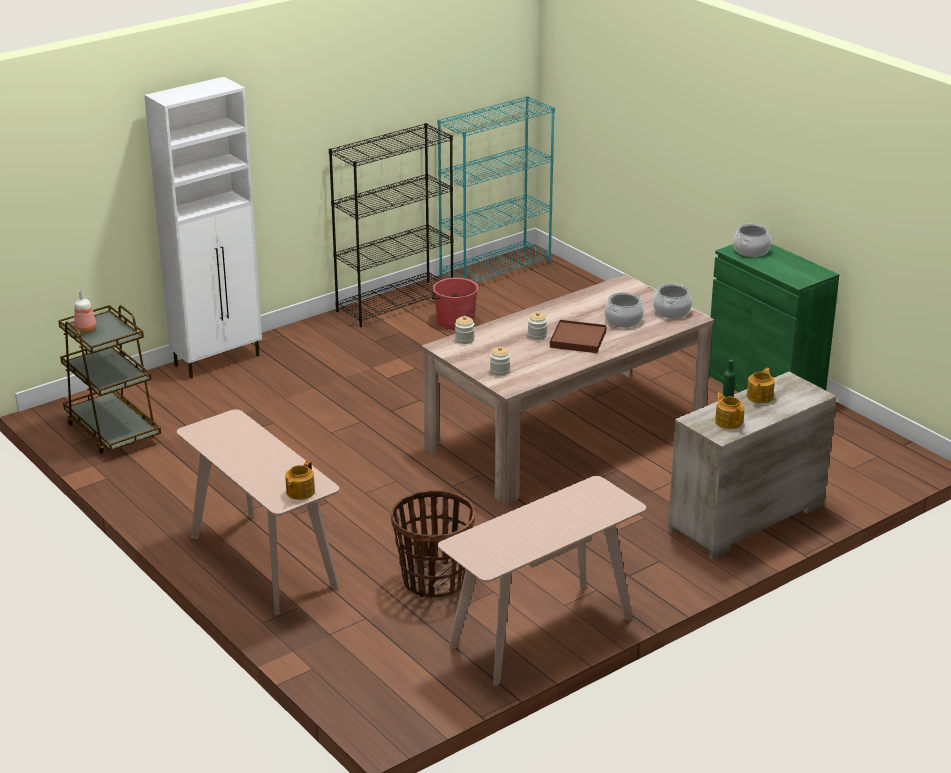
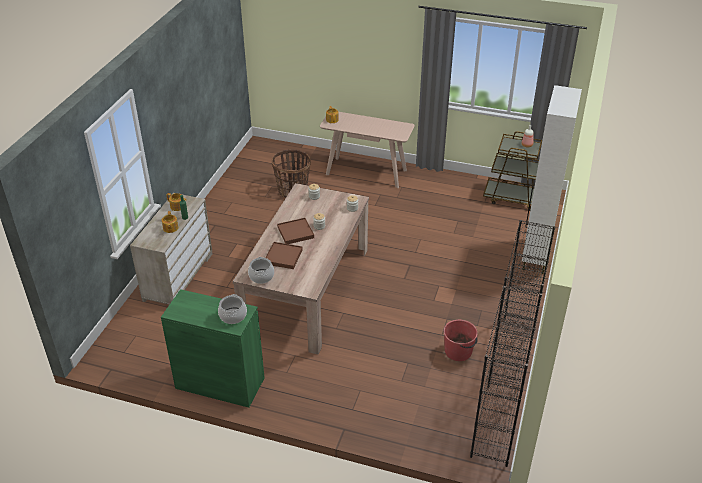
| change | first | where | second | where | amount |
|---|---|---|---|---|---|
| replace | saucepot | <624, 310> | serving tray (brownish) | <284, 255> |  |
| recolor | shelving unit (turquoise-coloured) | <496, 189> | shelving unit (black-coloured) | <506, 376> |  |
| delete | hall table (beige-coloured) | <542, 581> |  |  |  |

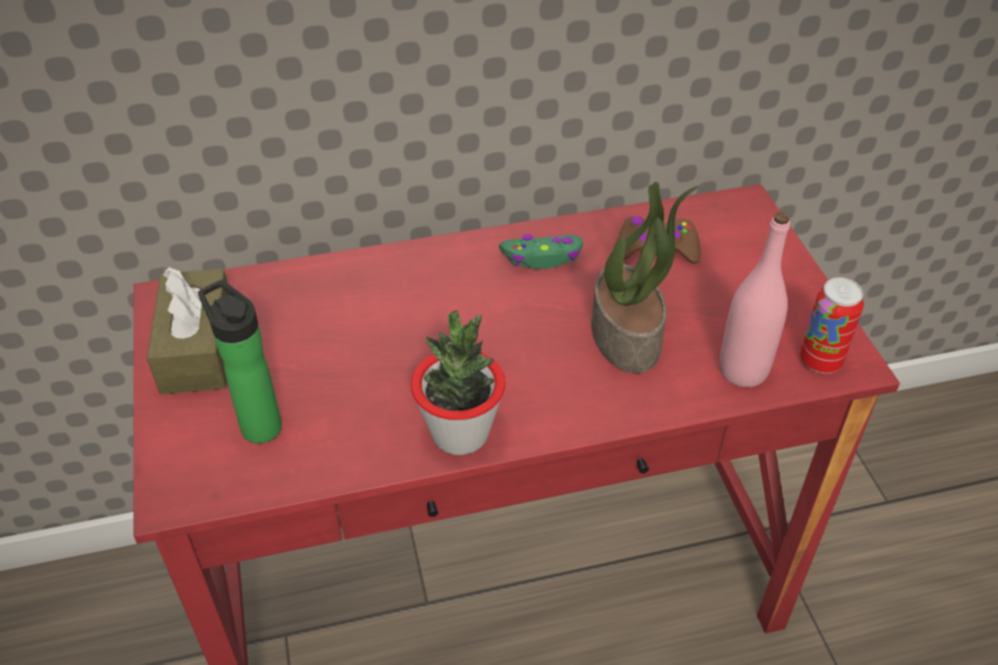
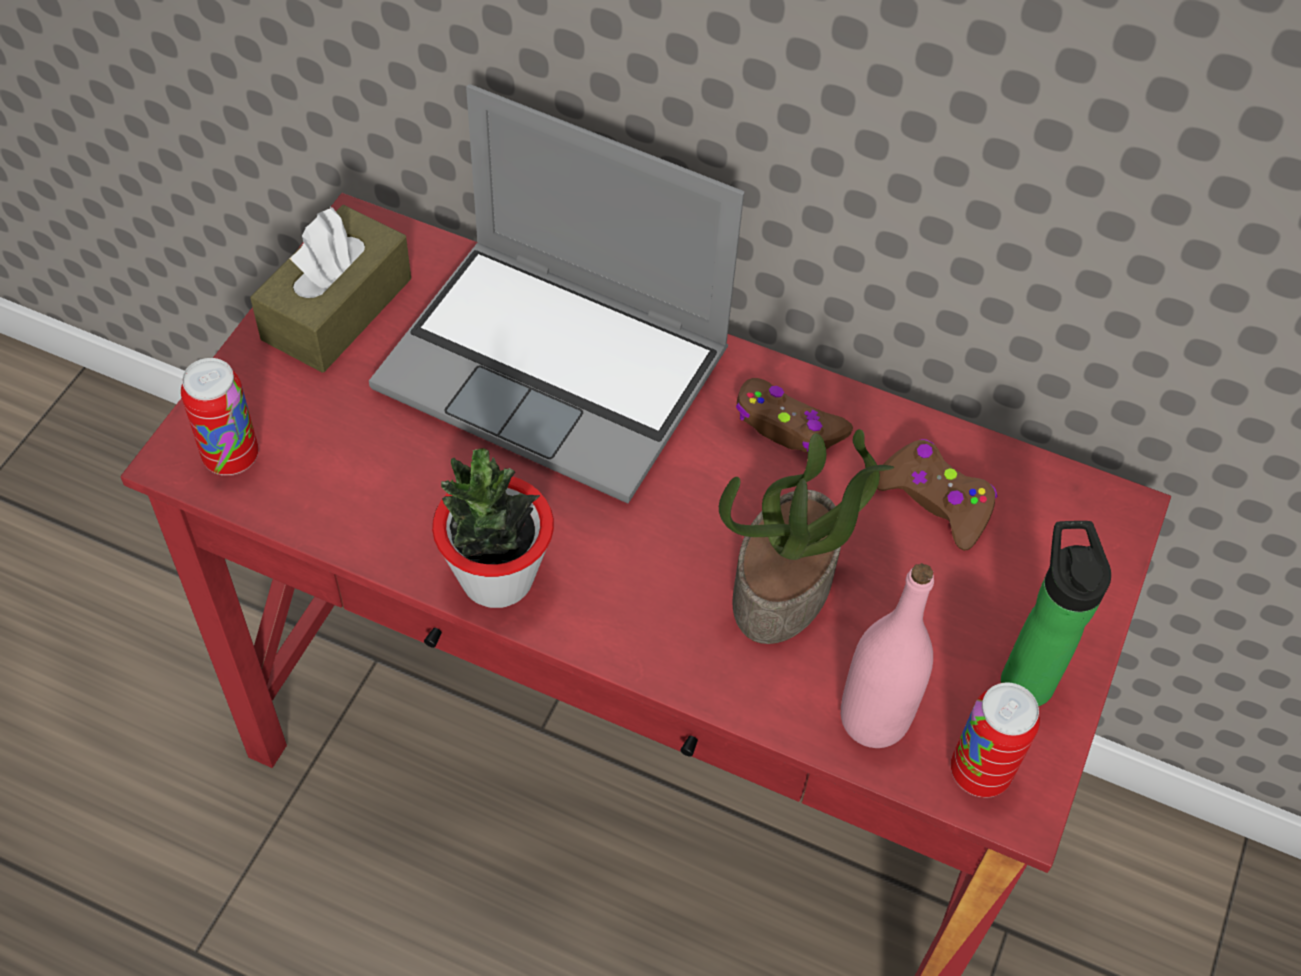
| change | first | where | second | where | amount |
|---|---|---|---|---|---|
| insert |  |  | metal can | <219, 417> |  |
| insert |  |  | notebook computer | <556, 294> |  |
| recolor | gamepad (green) | <541, 251> | gamepad (brownish) | <794, 415> |  |
| move | beverage bottle | <240, 361> |  | <1056, 613> |  |

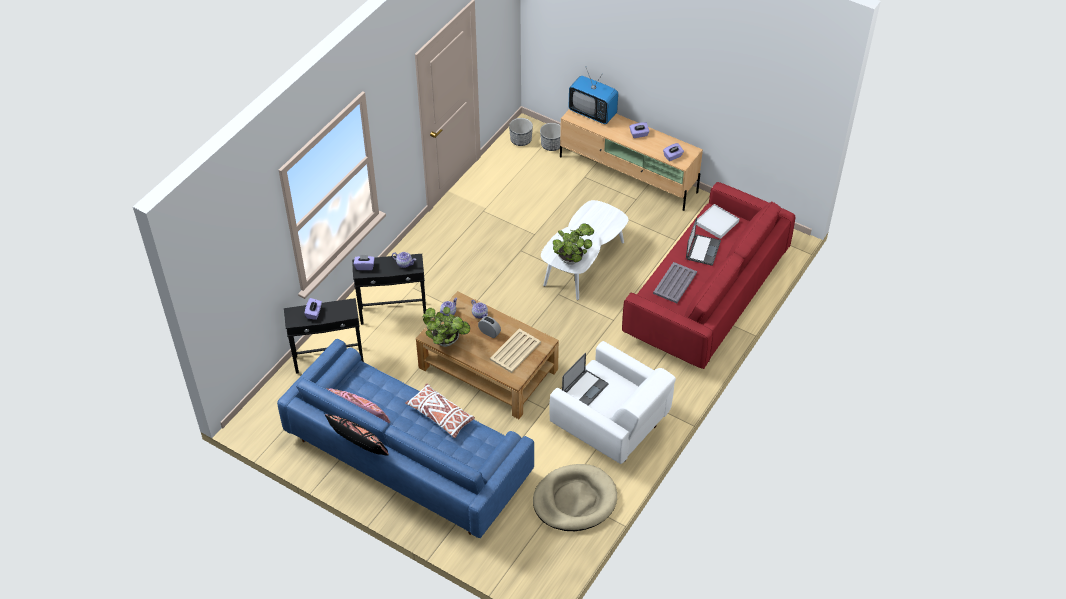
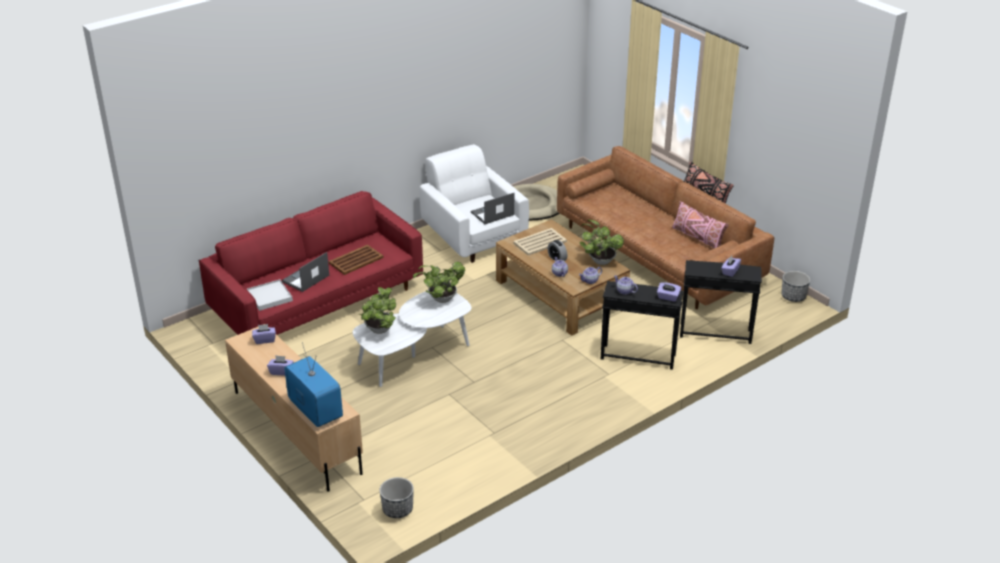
| change | first | where | second | where | amount |
|---|---|---|---|---|---|
| recolor | serving tray (gray) | <675, 282> | serving tray (brownish) | <356, 260> |  |
| insert |  |  | plant in a pot | <377, 310> |  |
| recolor | sofa (bluish) | <405, 438> | sofa (brownish) | <665, 227> |  |
| move | flower pot | <550, 137> |  | <795, 286> |  |
| delete | throw pillow (white-coloured) | <440, 411> |  |  |  |

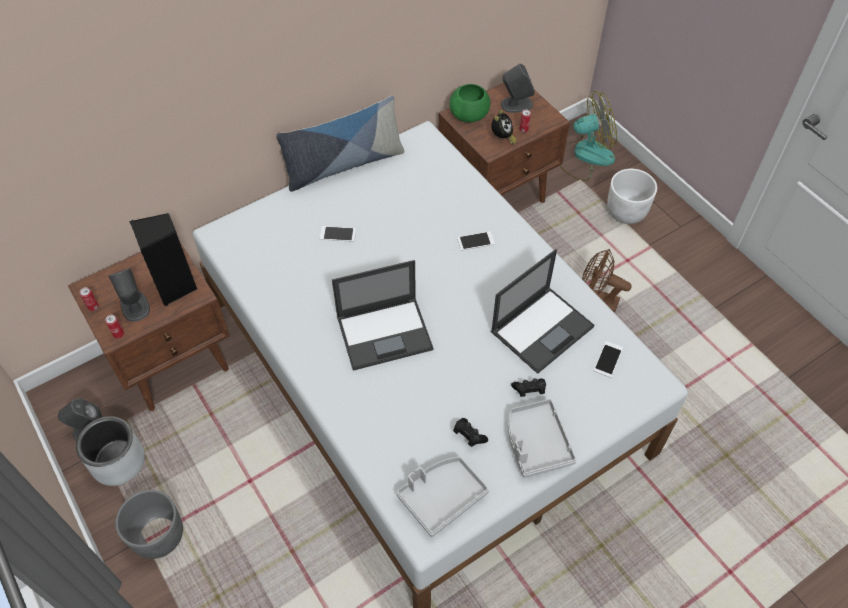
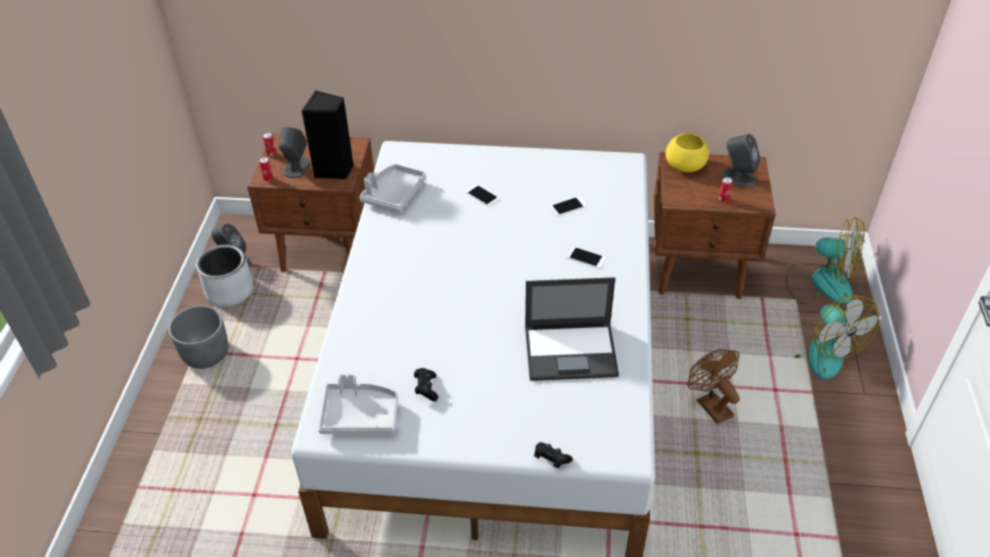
| change | first | where | second | where | amount |
|---|---|---|---|---|---|
| move | serving tray (gray) | <542, 438> |  | <392, 188> |  |
| move | gamepad (black-coloured) | <528, 387> |  | <553, 455> |  |
| move | telephone | <608, 359> |  | <568, 206> |  |
| recolor | deep dish (green) | <470, 103> | deep dish (yellow-coloured) | <687, 152> |  |
| replace | flower pot (white-coloured) | <632, 196> | cooling fan | <837, 337> |  |
| delete | throw pillow | <340, 144> |  |  |  |
| delete | notebook computer | <383, 315> |  |  |  |
| delete | table clock | <504, 127> |  |  |  |

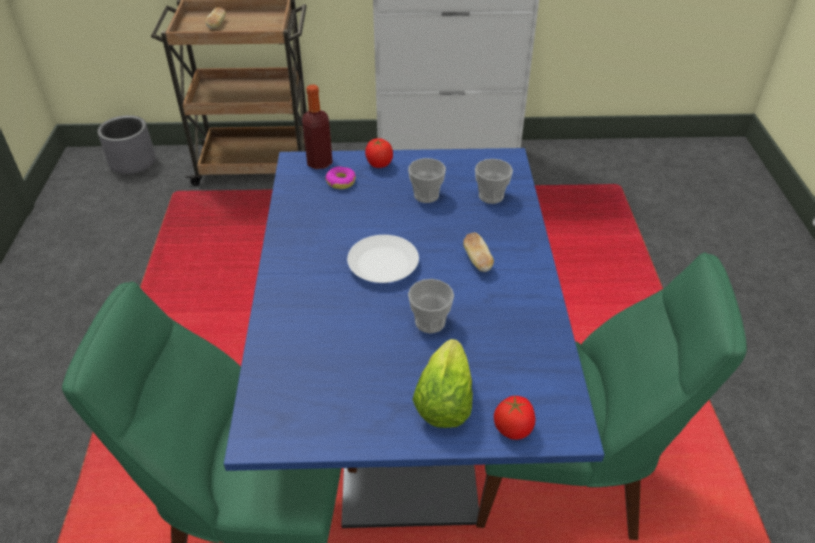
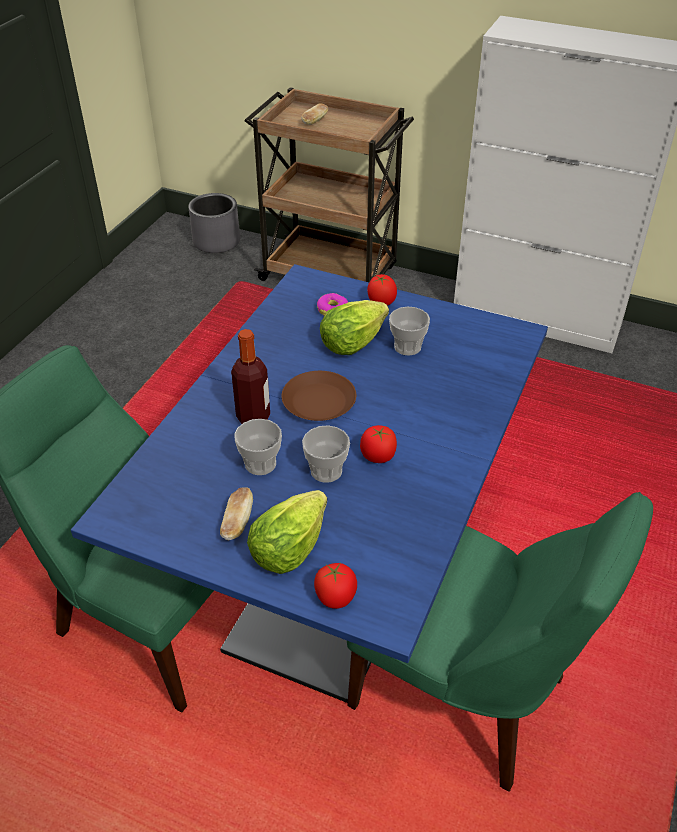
| change | first | where | second | where | amount |
|---|---|---|---|---|---|
| move | bread | <478, 252> |  | <236, 513> |  |
| move | beverage bottle | <317, 127> |  | <250, 376> |  |
| move | drinking cup | <494, 181> |  | <258, 447> |  |
| recolor | dinner plate (white-coloured) | <383, 259> | dinner plate (brownish) | <318, 396> |  |
| insert |  |  | head of lettuce | <354, 327> |  |
| insert |  |  | fresh tomato | <378, 444> |  |

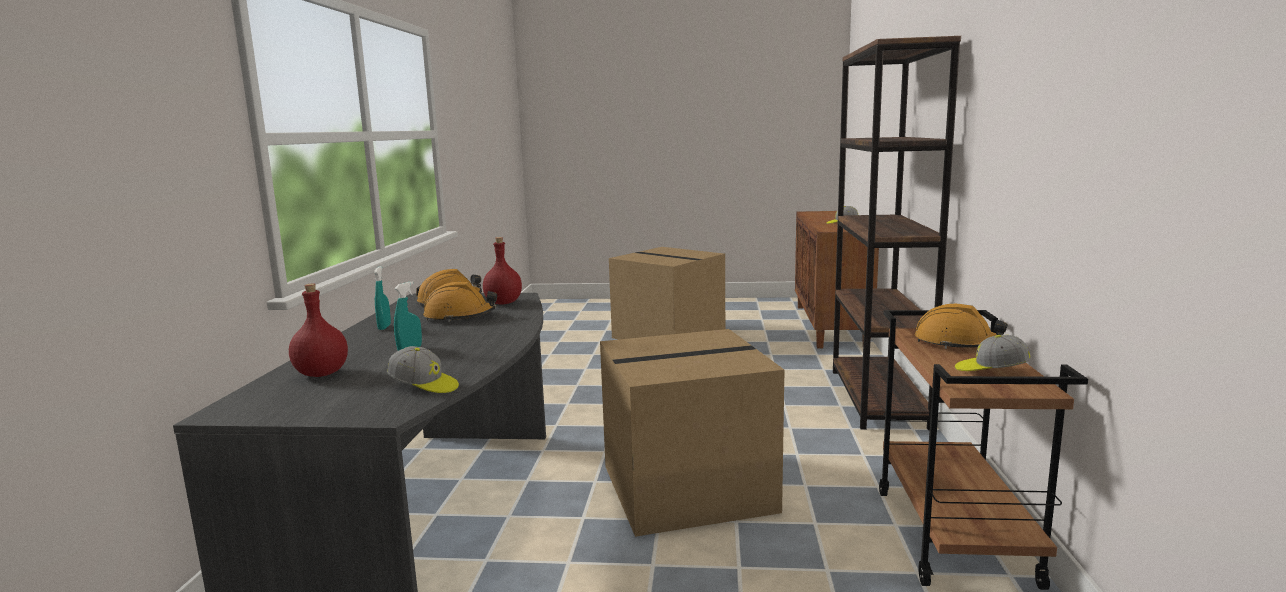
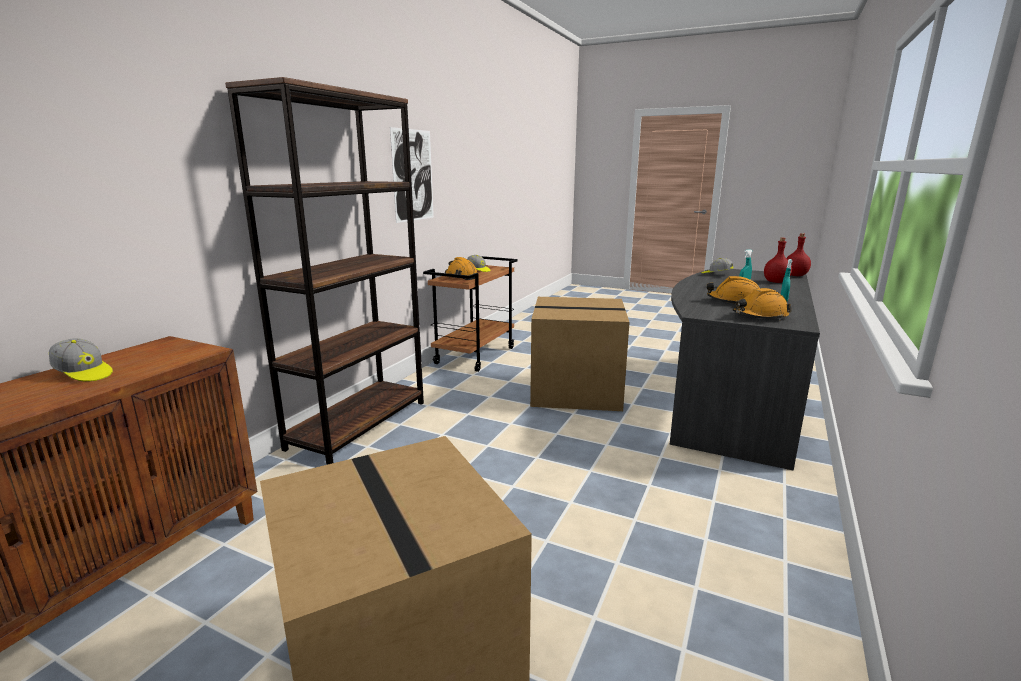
| change | first | where | second | where | amount |
|---|---|---|---|---|---|
| insert |  |  | wall art | <412, 175> |  |
| move | beverage bottle (red) | <502, 270> |  | <798, 254> |  |

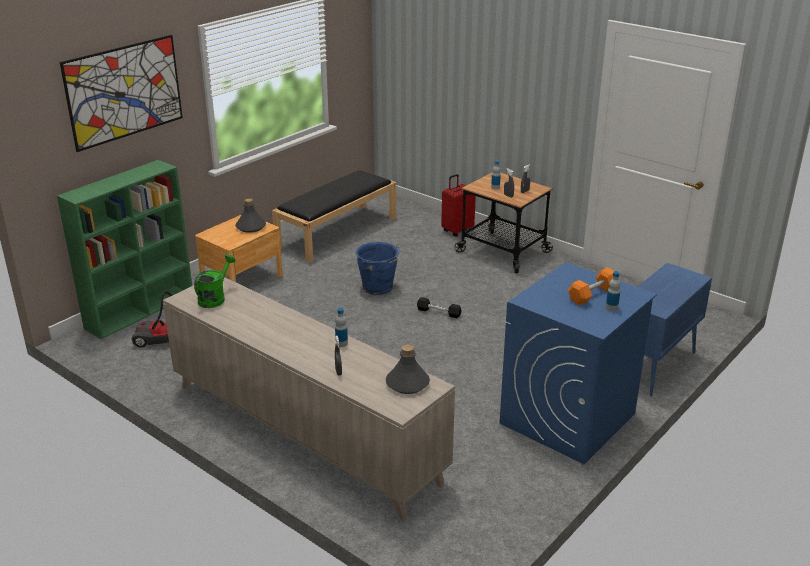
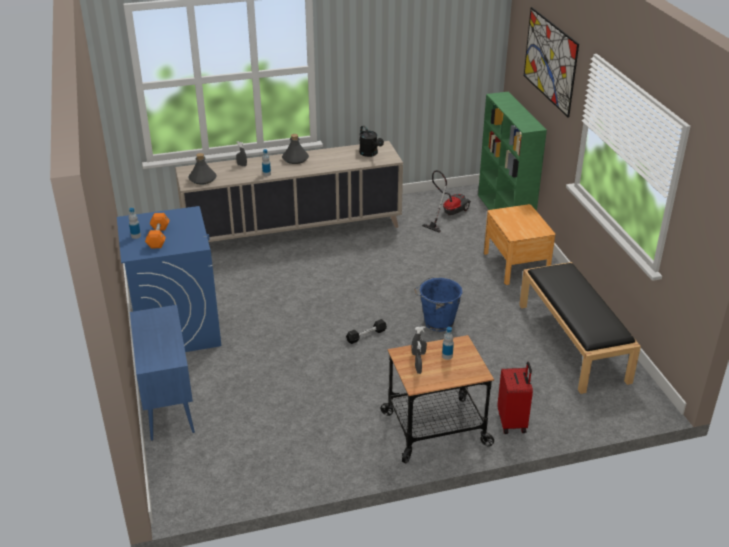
| change | first | where | second | where | amount |
|---|---|---|---|---|---|
| move | beverage bottle (gray) | <250, 216> |  | <295, 149> |  |
| recolor | sprinkling can (green) | <214, 281> | sprinkling can (black-coloured) | <371, 141> |  |

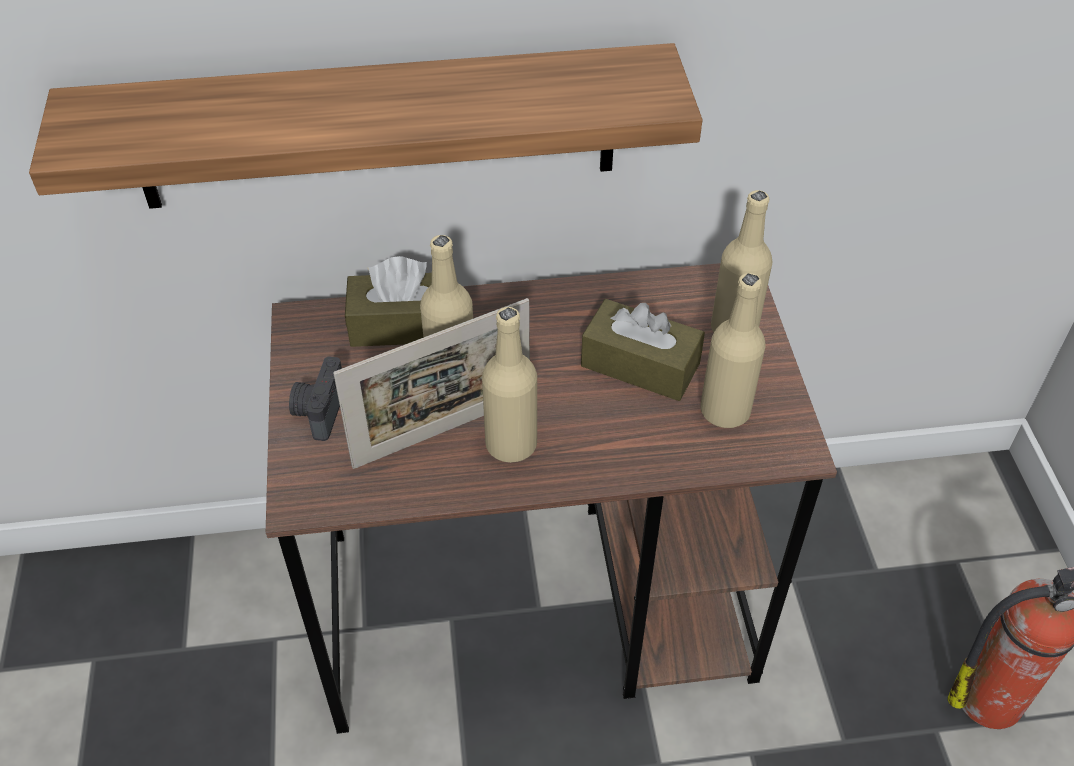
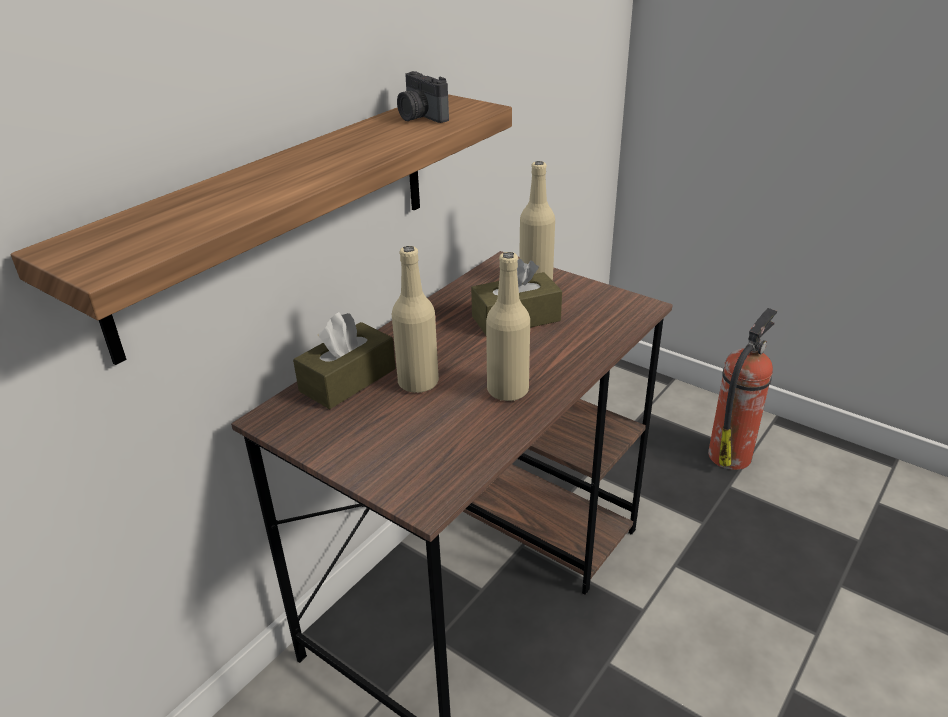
| change | first | where | second | where | amount |
|---|---|---|---|---|---|
| move | photo camera | <315, 398> |  | <423, 97> |  |
| delete | picture frame | <431, 383> |  |  |  |
| delete | beverage bottle (beige-coloured) | <733, 350> |  |  |  |

